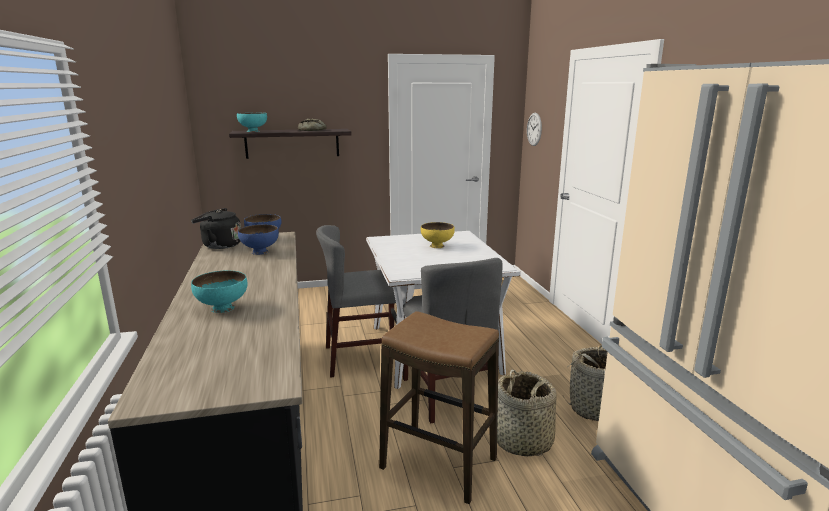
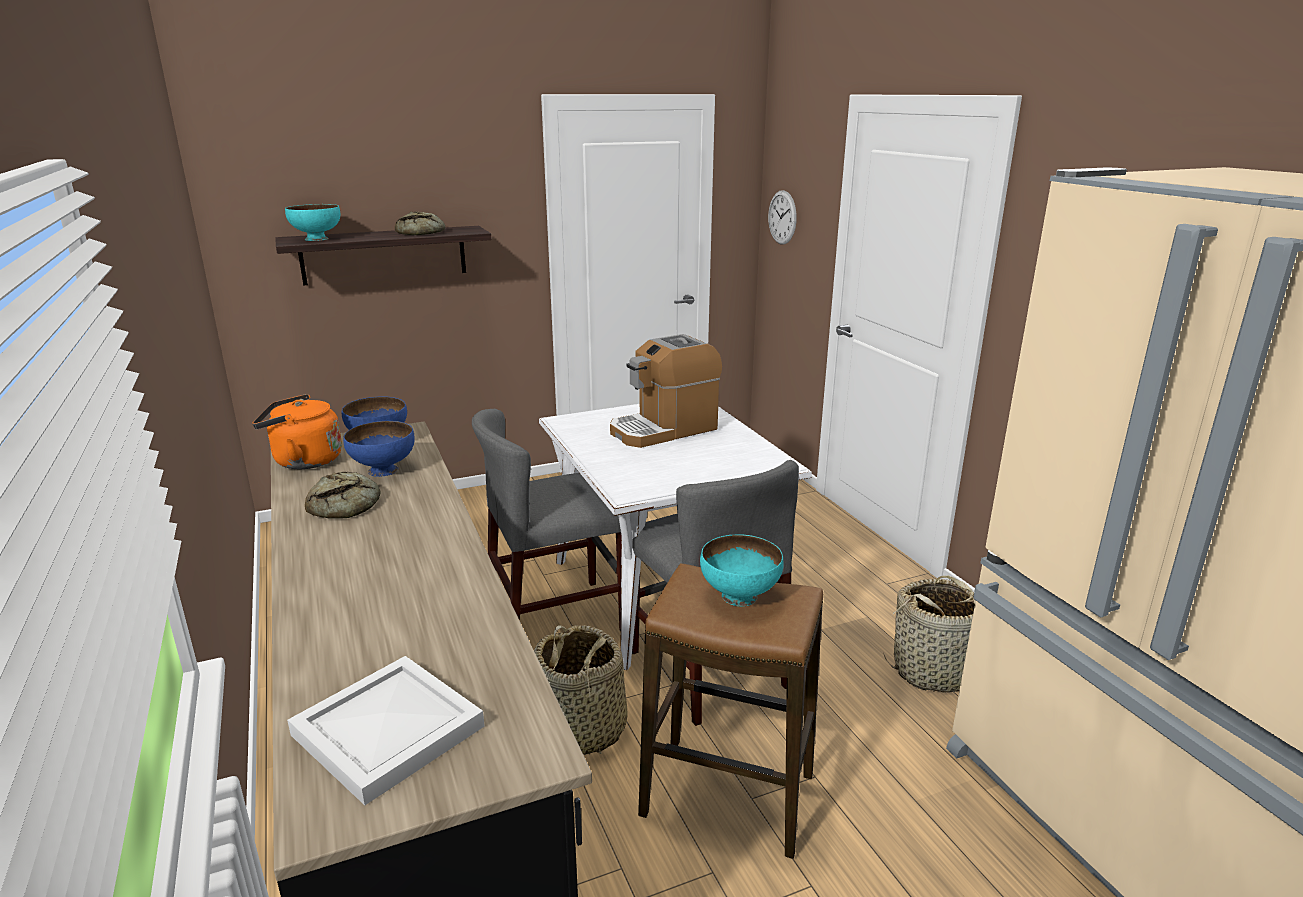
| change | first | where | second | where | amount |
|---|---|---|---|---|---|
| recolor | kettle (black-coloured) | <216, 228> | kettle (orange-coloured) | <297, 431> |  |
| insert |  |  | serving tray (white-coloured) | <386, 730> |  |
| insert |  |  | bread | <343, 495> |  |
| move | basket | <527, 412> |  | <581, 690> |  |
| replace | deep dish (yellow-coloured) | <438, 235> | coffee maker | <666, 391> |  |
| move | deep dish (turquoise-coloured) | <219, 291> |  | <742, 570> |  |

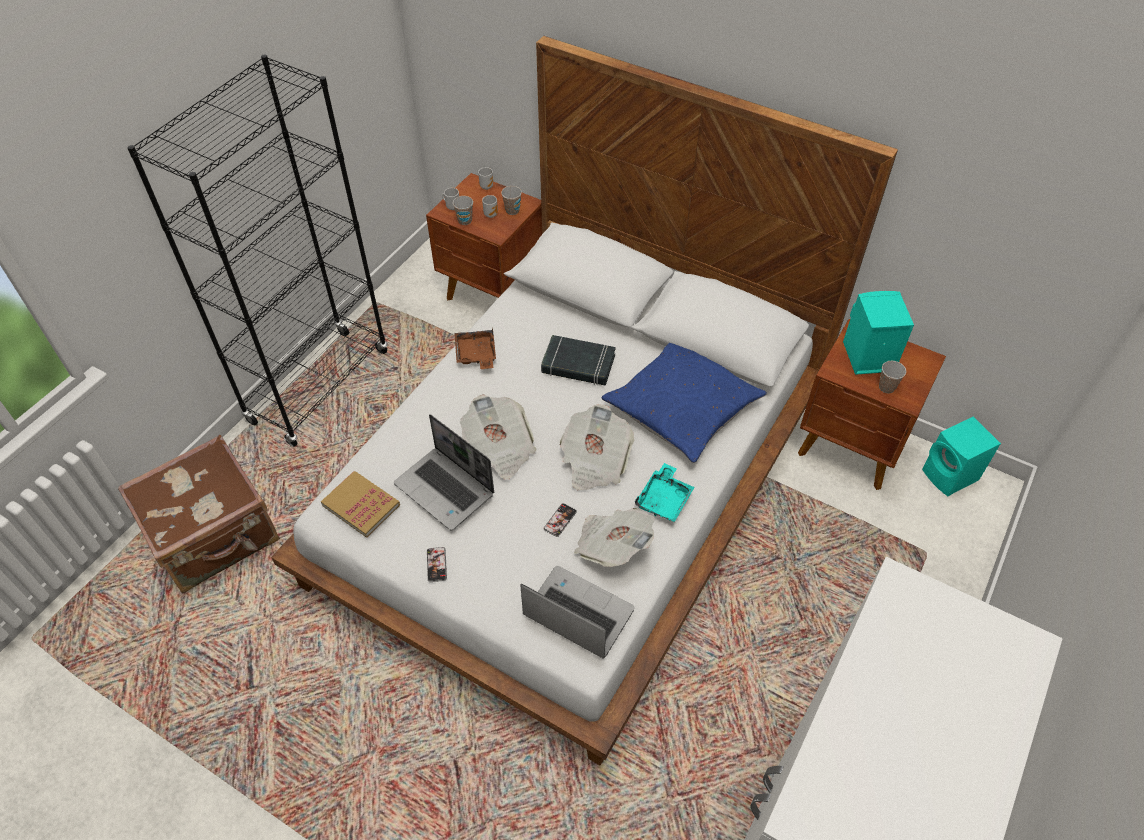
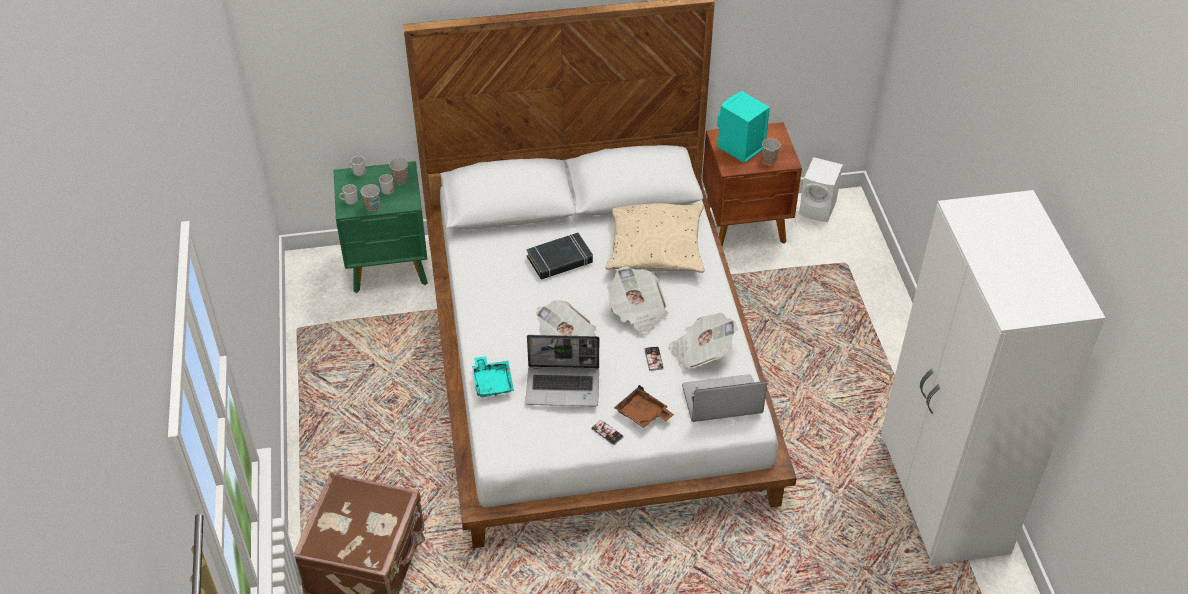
| change | first | where | second | where | amount |
|---|---|---|---|---|---|
| recolor | bedside table (brownish) | <484, 236> | bedside table (green) | <380, 227> |  |
| move | serving tray (turquoise-coloured) | <665, 492> |  | <493, 377> |  |
| recolor | throw pillow (bluish) | <684, 403> | throw pillow (beige-coloured) | <655, 238> |  |
| move | serving tray (brownish) | <475, 348> |  | <644, 406> |  |
| recolor | speaker (turquoise-coloured) | <961, 456> | speaker (white-coloured) | <821, 189> |  |
| delete | shelving unit (black-coloured) | <257, 250> |  |  |  |
| delete | book | <360, 504> |  |  |  |

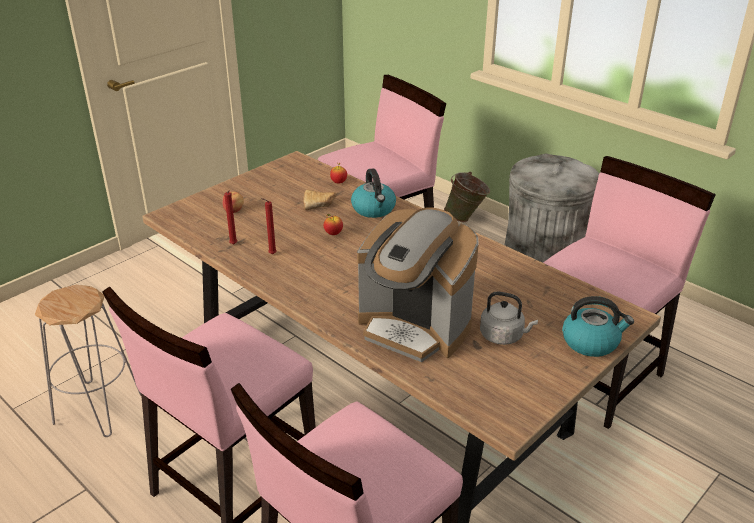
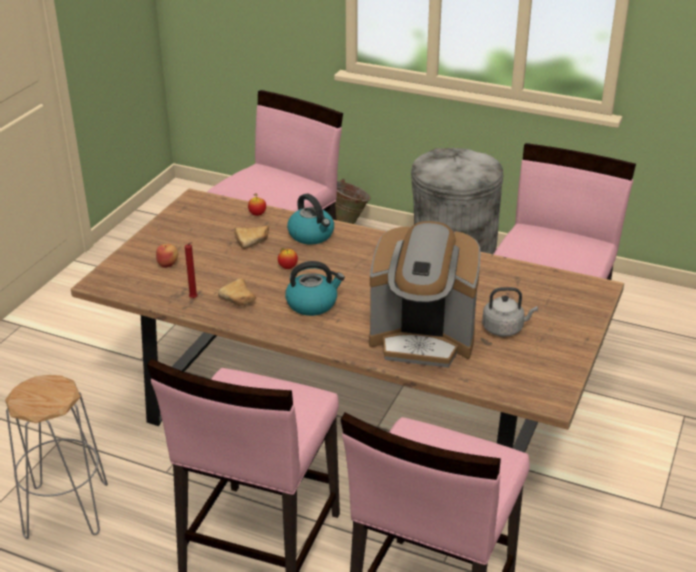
| change | first | where | second | where | amount |
|---|---|---|---|---|---|
| replace | wax light (red) | <269, 226> | bread | <237, 292> |  |
| move | kettle | <598, 326> |  | <315, 288> |  |

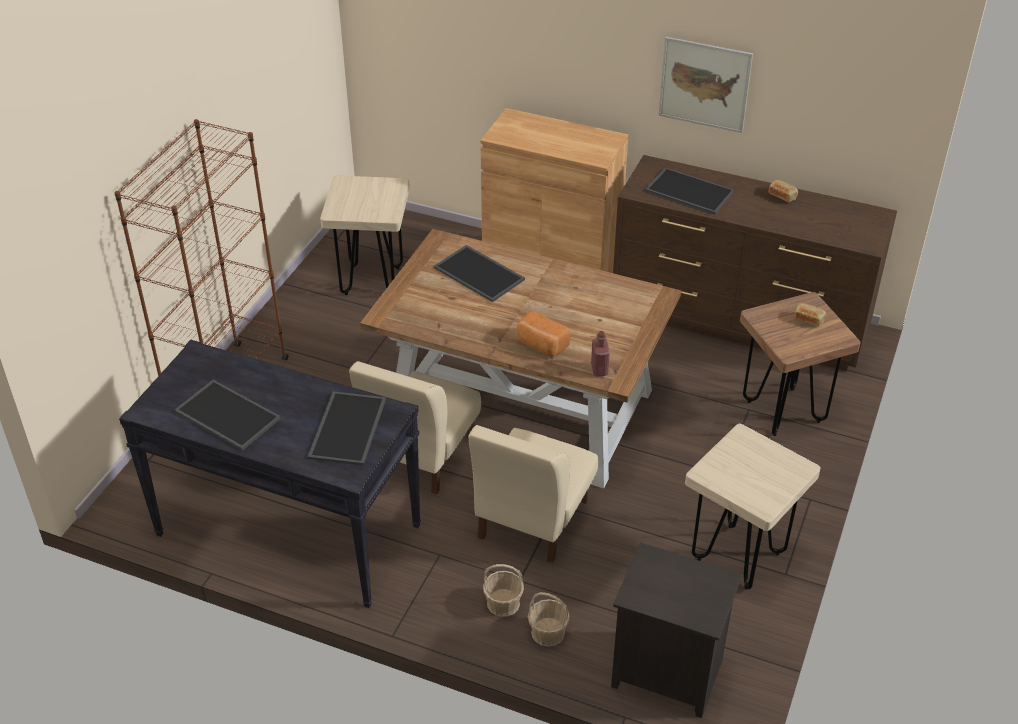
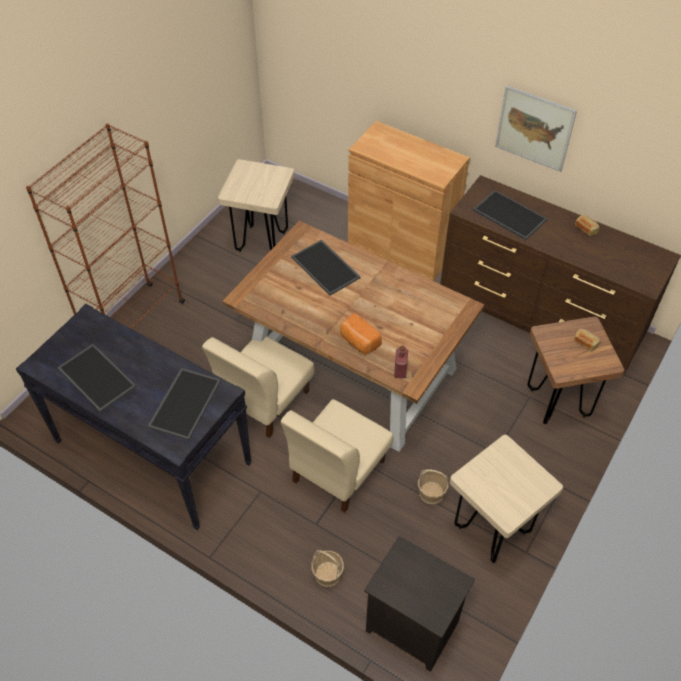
| change | first | where | second | where | amount |
|---|---|---|---|---|---|
| move | basket | <503, 590> |  | <433, 486> |  |

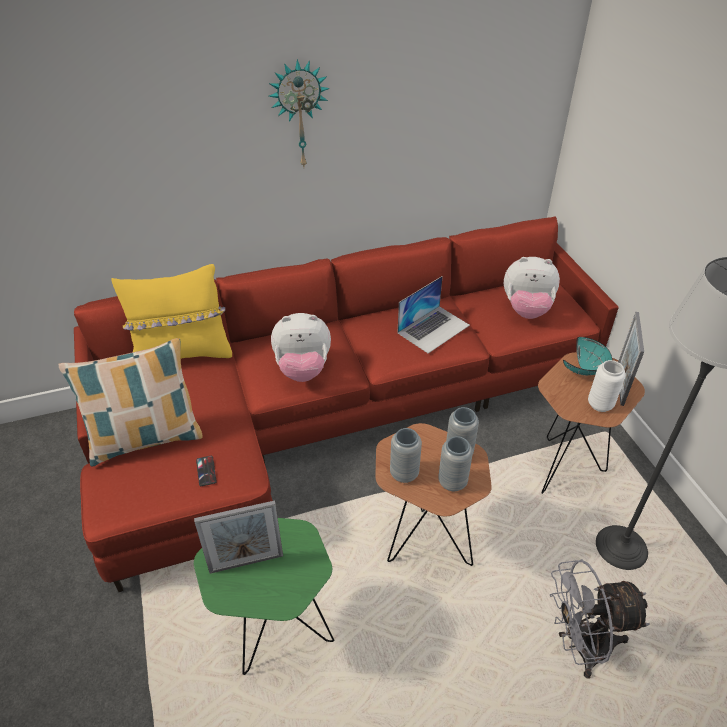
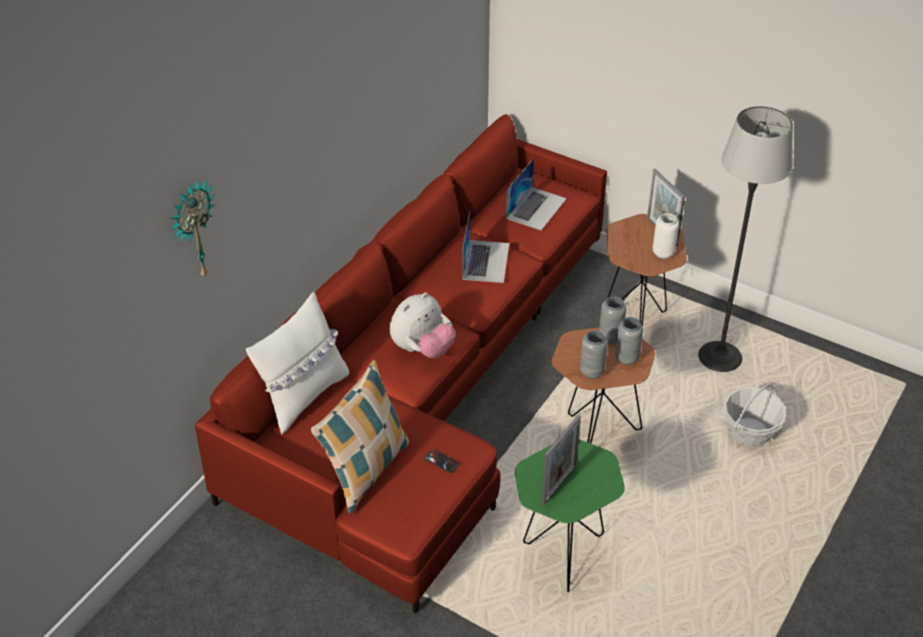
| change | first | where | second | where | amount |
|---|---|---|---|---|---|
| move | wall clock | <299, 113> |  | <192, 229> |  |
| recolor | throw pillow (yellow-coloured) | <171, 311> | throw pillow (white-coloured) | <297, 363> |  |
| replace | cuddly toy | <532, 288> | notebook computer | <536, 194> |  |
| replace | cooling fan (gray) | <599, 619> | basket | <754, 415> |  |
| delete | deep dish (turquoise-coloured) | <588, 356> |  |  |  |

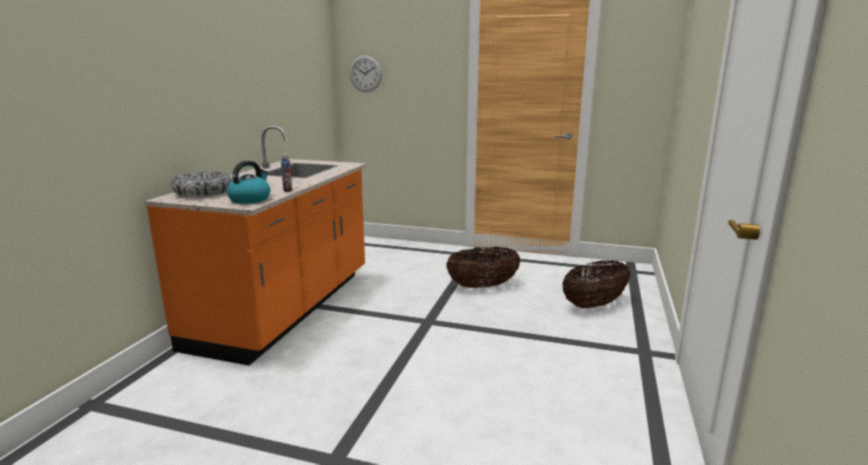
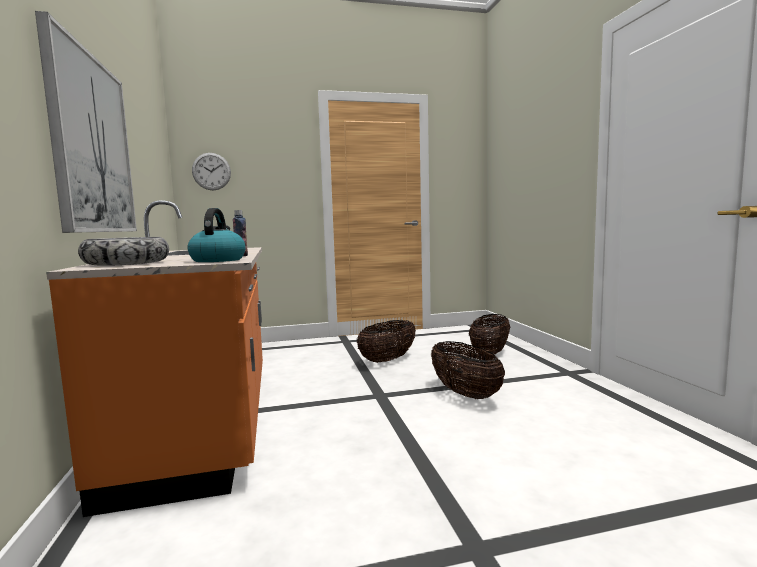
| change | first | where | second | where | amount |
|---|---|---|---|---|---|
| insert |  |  | wall art | <86, 122> |  |
| insert |  |  | basket | <468, 370> |  |

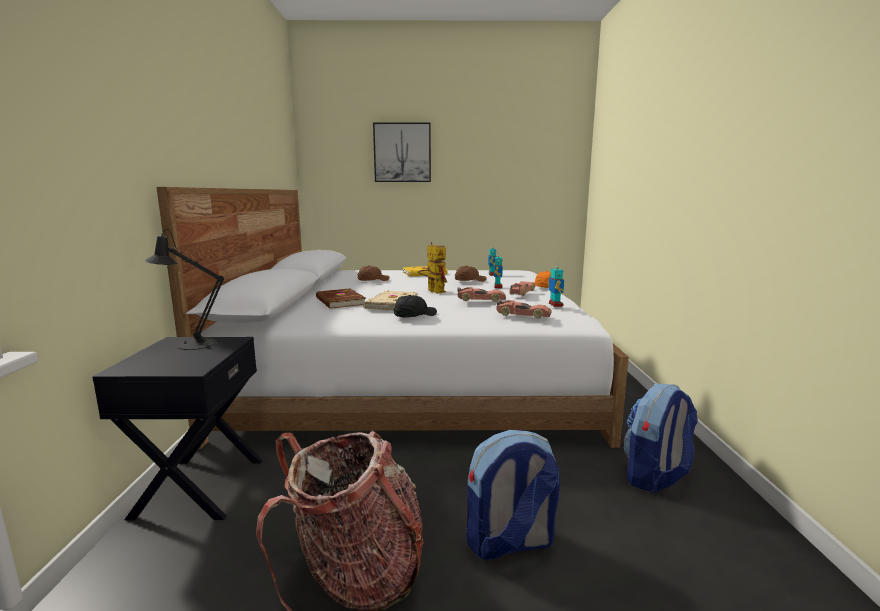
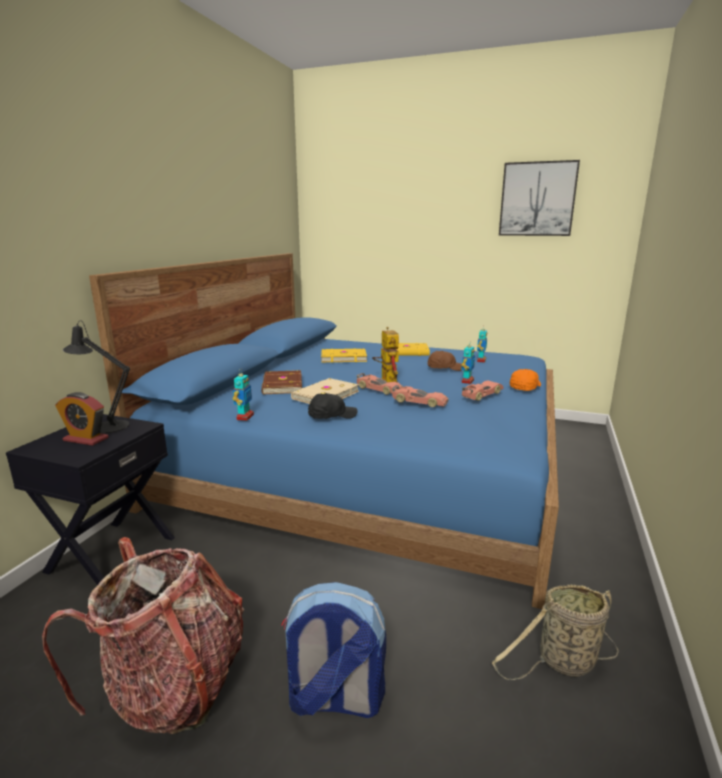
| change | first | where | second | where | amount |
|---|---|---|---|---|---|
| insert |  |  | table clock | <82, 419> |  |
| recolor | bed (white-coloured) | <392, 318> | bed (bluish) | <324, 431> |  |
| move | robot figure | <556, 285> |  | <243, 395> |  |
| replace | peaked cap (brownish) | <373, 273> | book (yellow-coloured) | <344, 355> |  |
| move | model car | <524, 309> |  | <380, 384> |  |
| replace | rucksack | <660, 438> | basket | <555, 632> |  |
| move | wall art | <402, 152> |  | <539, 198> |  |

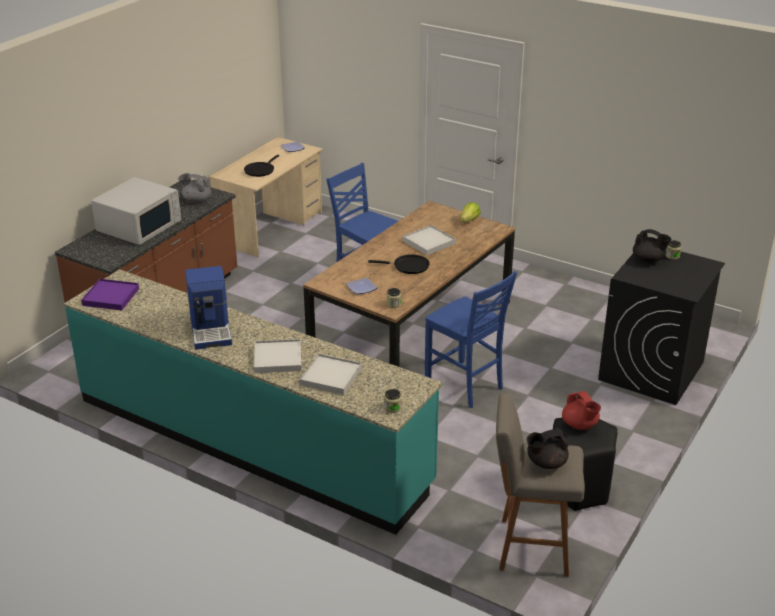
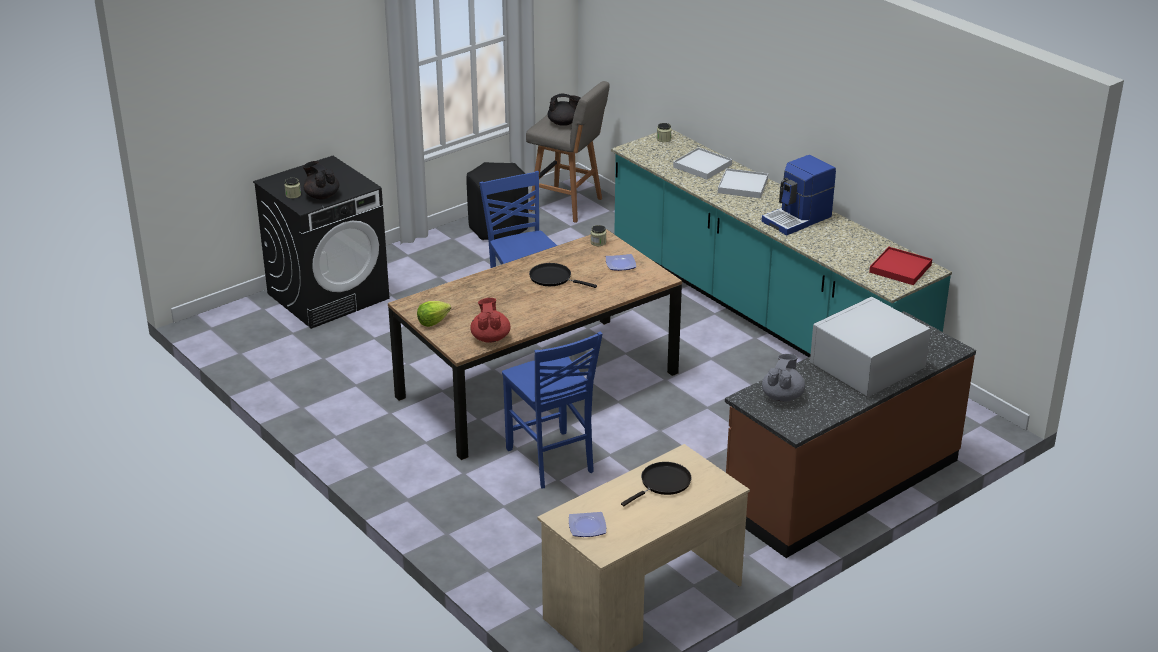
| change | first | where | second | where | amount |
|---|---|---|---|---|---|
| move | tea pot (red) | <581, 410> |  | <490, 320> |  |
| rotate | coffee maker | <208, 308> |  | <799, 195> | 135 degrees counterclockwise |
| rotate | tea pot (gray) | <194, 188> |  | <783, 378> | 105 degrees counterclockwise |
| recolor | serving tray (purple-coloured) | <110, 294> | serving tray (red) | <900, 266> |  |
| delete | serving tray (white-coloured) | <429, 240> |  |  |  |

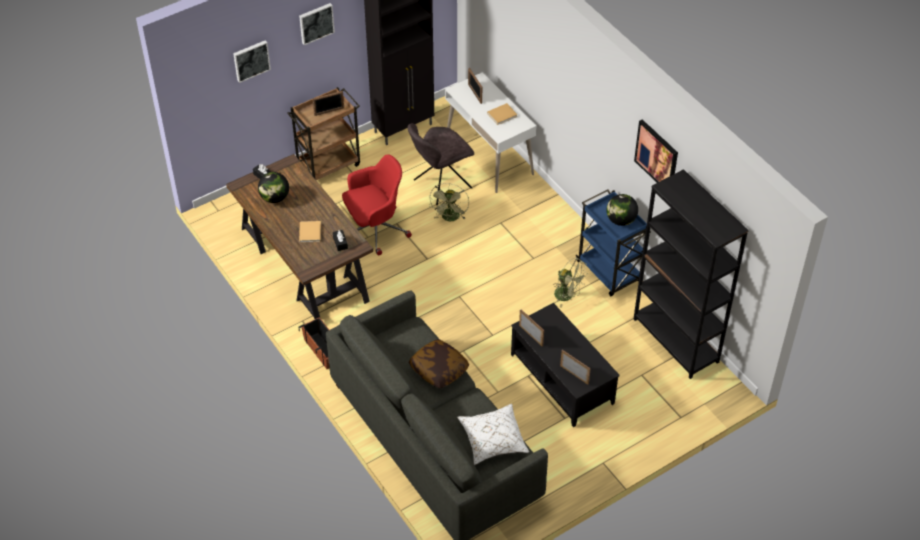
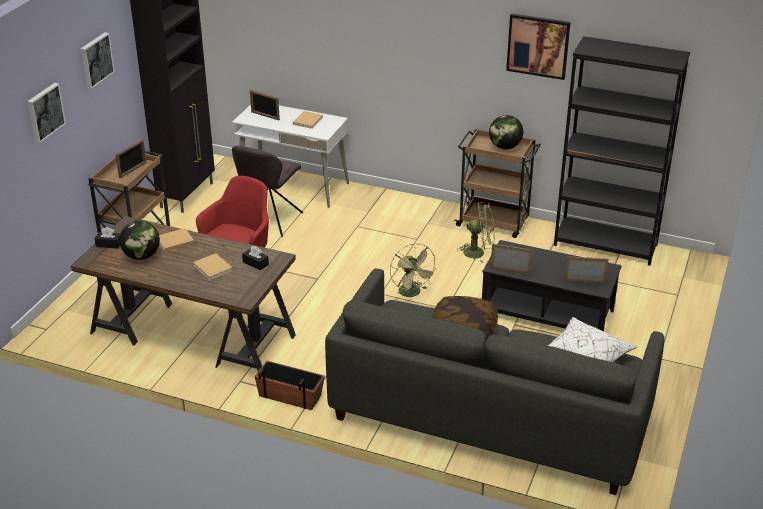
| change | first | where | second | where | amount |
|---|---|---|---|---|---|
| insert |  |  | book (beige-coloured) | <176, 240> |  |
| move | cooling fan (green) | <449, 202> |  | <414, 271> |  |
| recolor | trolley (bluish) | <613, 242> | trolley (brownish) | <497, 183> |  |

